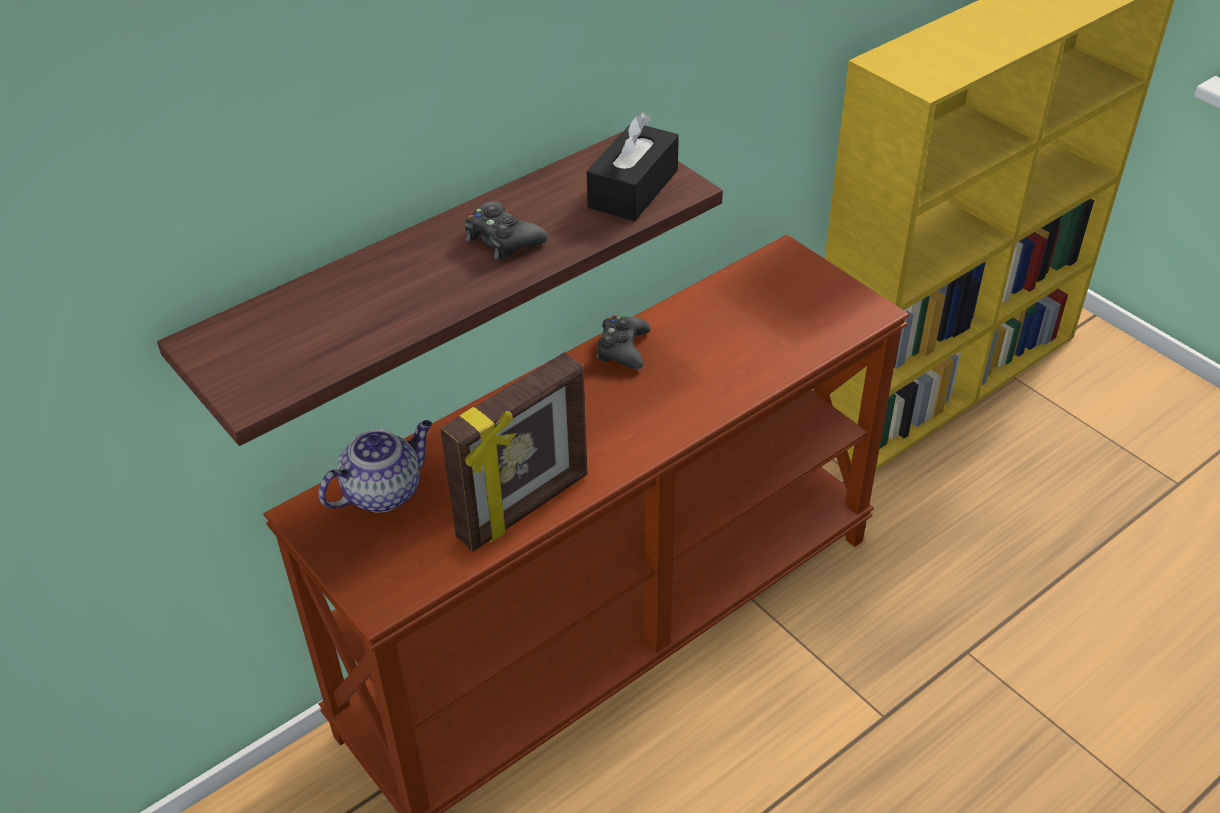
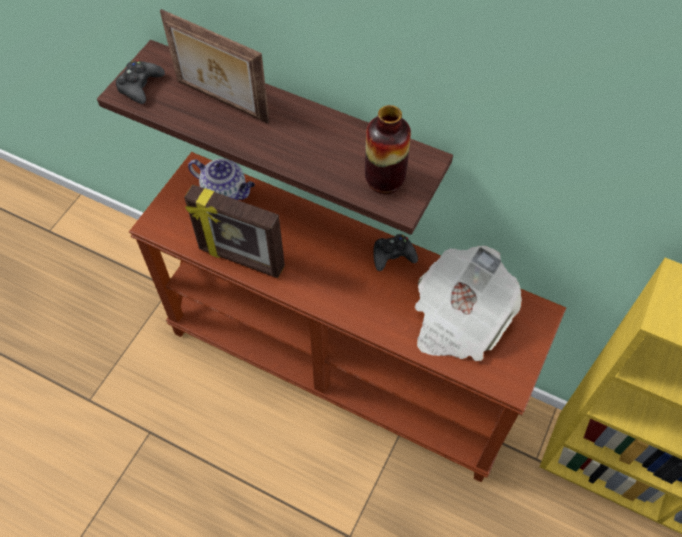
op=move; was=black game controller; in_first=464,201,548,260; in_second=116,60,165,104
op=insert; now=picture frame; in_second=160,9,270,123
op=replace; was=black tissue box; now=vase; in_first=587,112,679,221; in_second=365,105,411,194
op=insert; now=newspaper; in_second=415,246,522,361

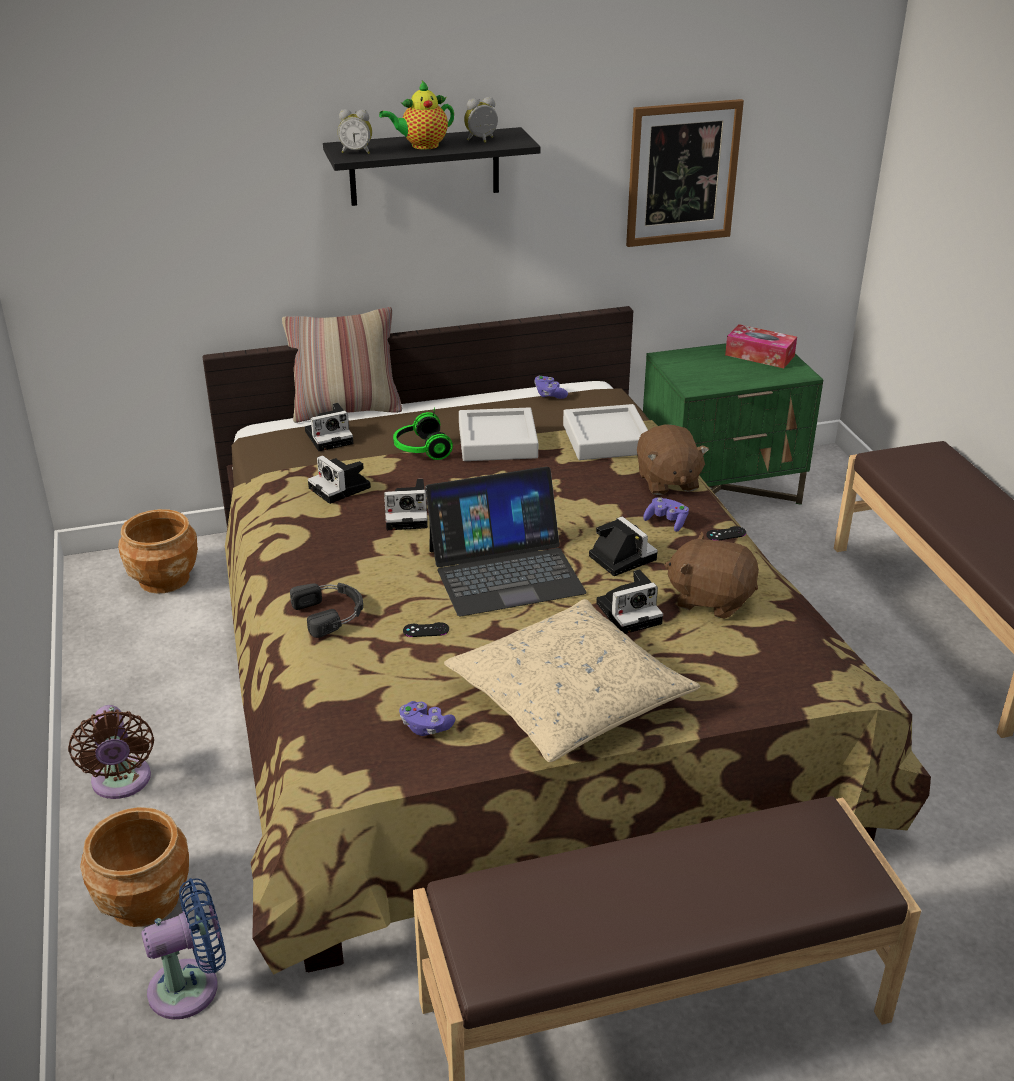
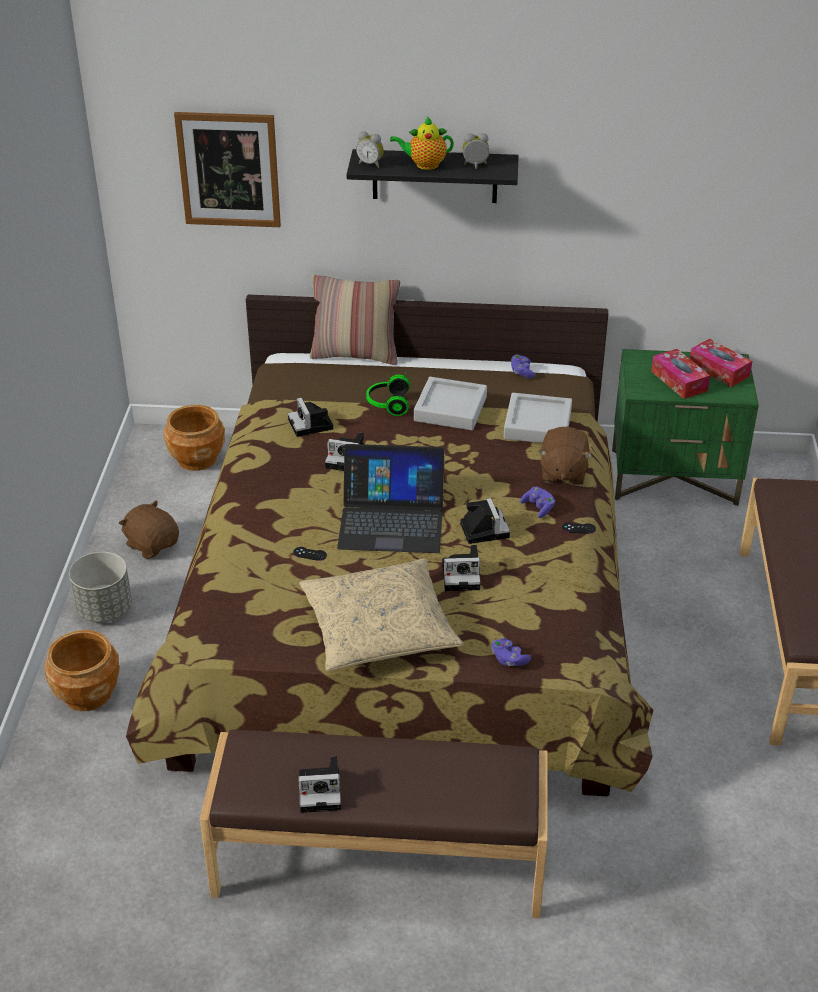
op=replace; was=brown fan; now=grey planter; in_first=68,705,154,799; in_second=69,552,132,623
op=move; was=brown plush toy; in_first=664,532,759,619; in_second=119,500,179,559
op=move; was=picture; in_first=626,99,744,247; in_second=174,112,281,227
op=move; was=photo camera; in_first=305,403,353,451; in_second=298,756,341,813
op=move; was=purple game controller; in_first=399,701,455,736; in_second=491,638,531,666
op=insert; now=tissue box; in_second=651,349,710,399
op=delete; was=blue fan; in_first=141,878,226,1019
op=delete; was=black headphones; in_first=290,583,363,638

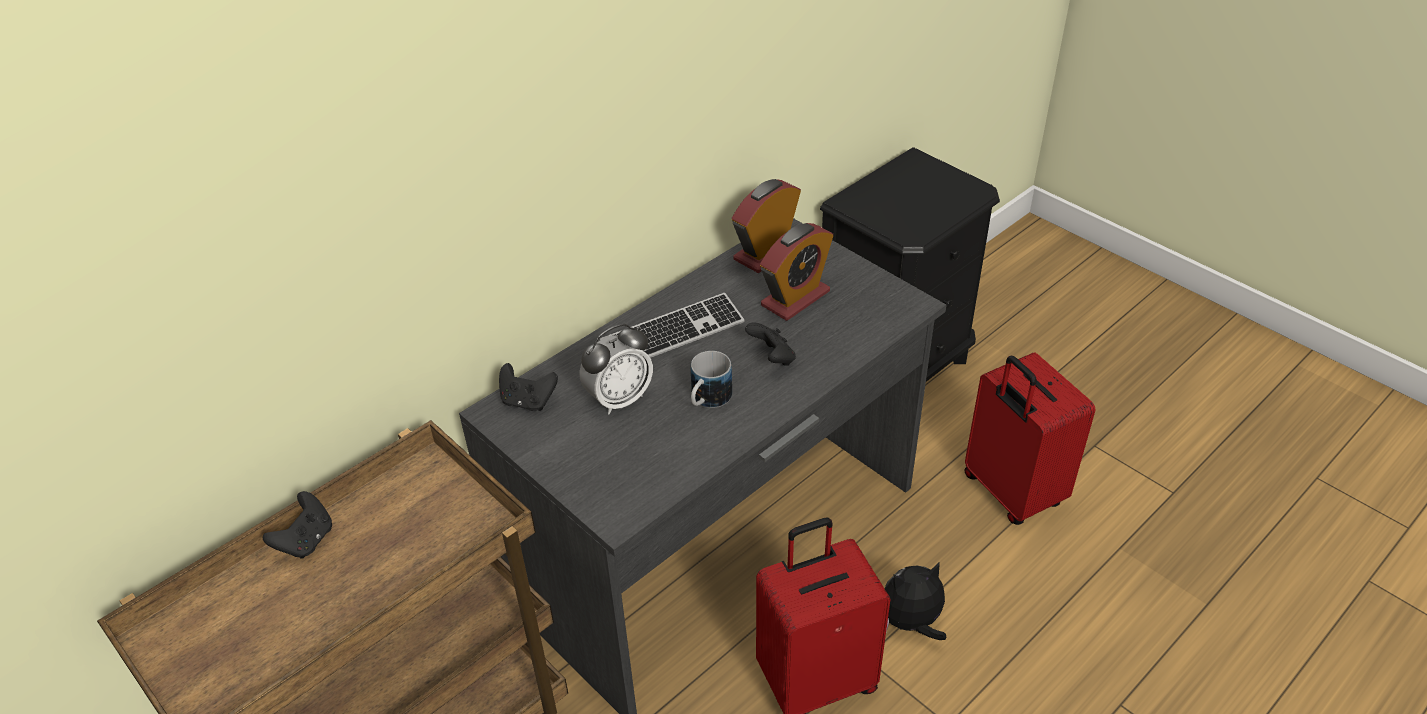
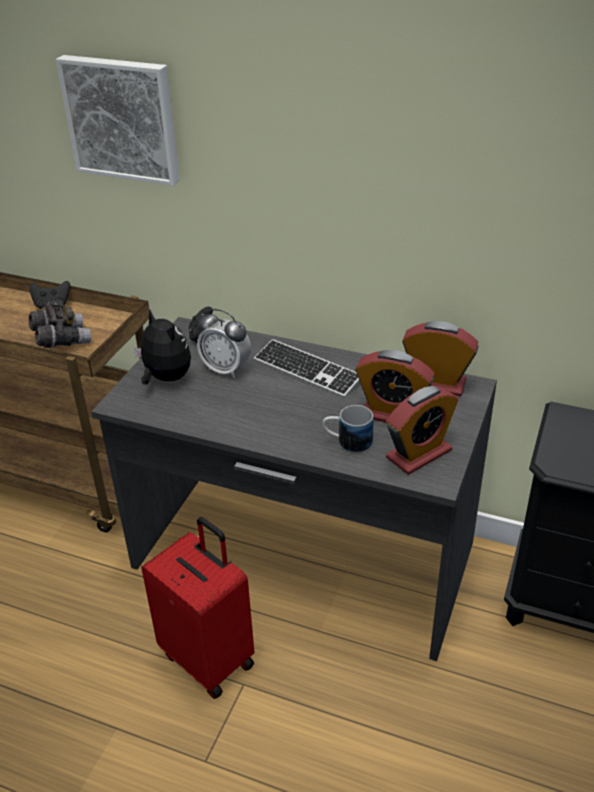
op=insert; now=grey binoculars; in_second=29,300,91,348
op=insert; now=picture; in_second=55,55,180,186
op=move; was=plush toy; in_first=885,562,946,640; in_second=134,310,191,385
op=move; was=mug; in_first=691,351,732,408; in_second=323,405,373,453
op=insert; now=alarm clock; in_second=386,386,459,475
op=delete; was=black game controller; in_first=745,322,796,366
op=delete; was=red suitcase; in_first=964,352,1095,525

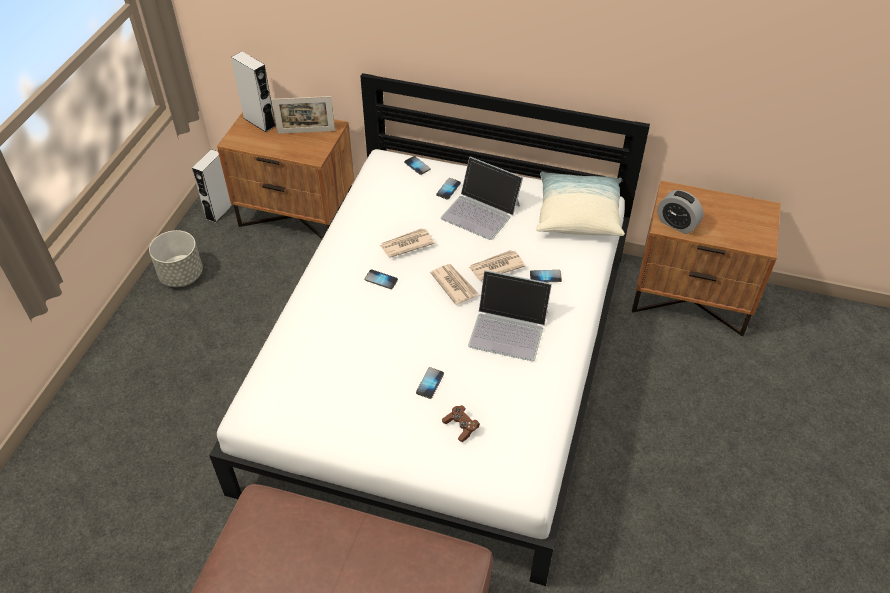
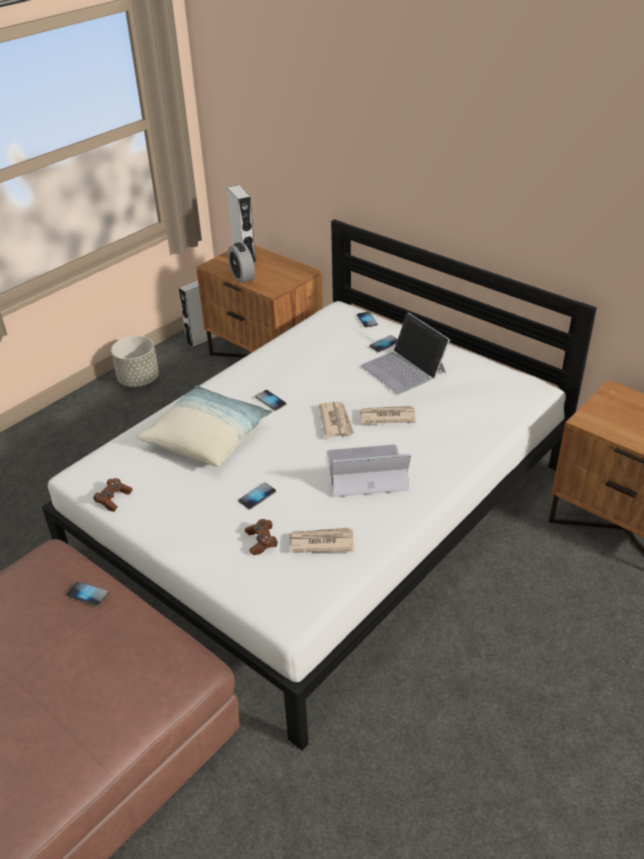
op=move; was=phone; in_first=530,270,562,282; in_second=66,581,109,606
op=insert; now=brown game controller; in_second=93,478,133,512
op=move; was=pillow; in_first=536,172,625,236; in_second=136,385,272,467
op=move; was=alarm clock; in_first=657,190,704,234; in_second=228,243,255,283
op=move; was=newspaper; in_first=380,228,435,258; in_second=289,527,354,553
op=rotate; was=laptop; in_first=468,270,552,361; in_second=327,445,411,497; clockwise=135
op=delete; was=picture frame; in_first=271,96,335,134

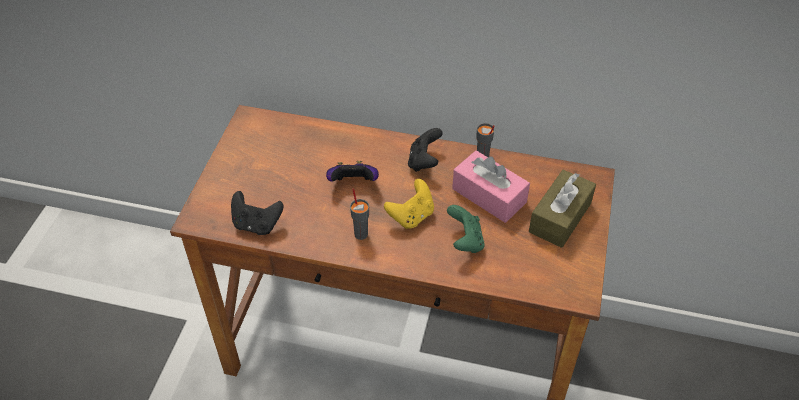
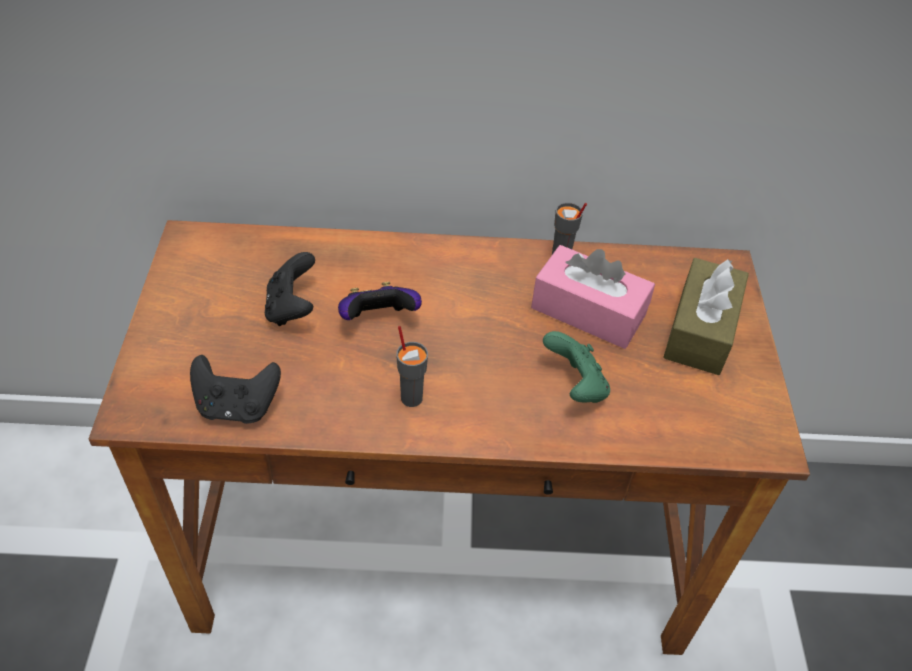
op=move; was=black game controller; in_first=408,128,443,172; in_second=265,252,315,326
op=delete; was=yellow game controller; in_first=384,179,434,229

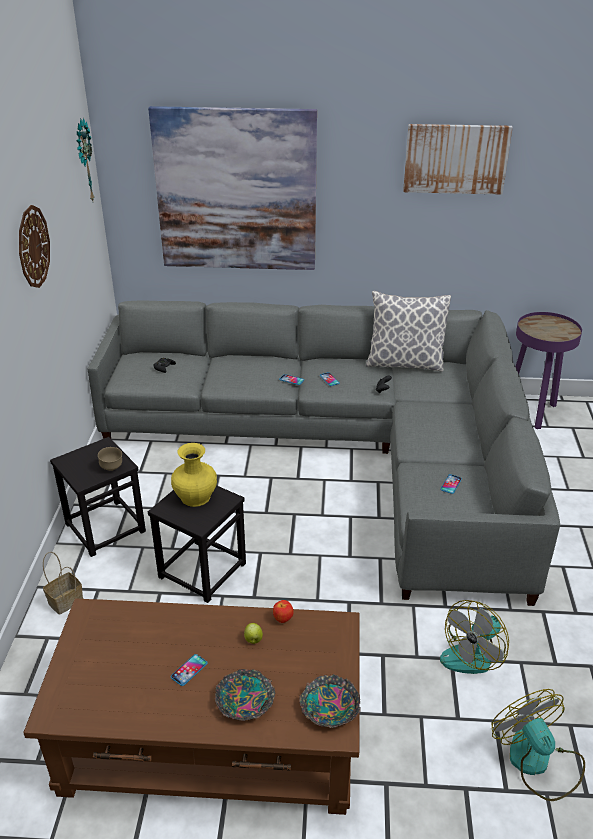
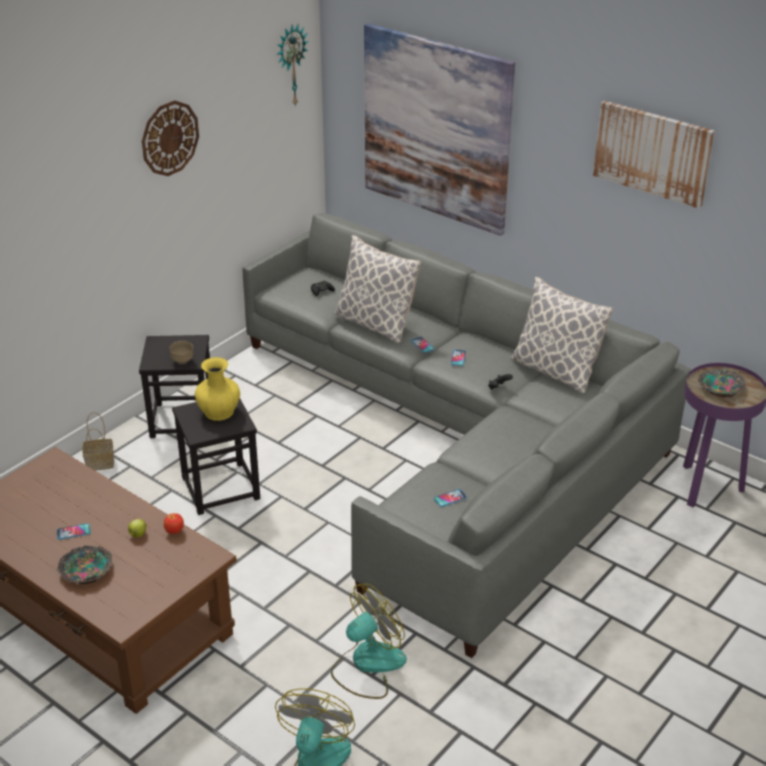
op=rotate; was=fan; in_first=440,600,509,674; in_second=331,584,407,699; clockwise=150
op=insert; now=pillow; in_second=334,235,421,343
op=move; was=bowl; in_first=299,674,361,728; in_second=698,368,746,398

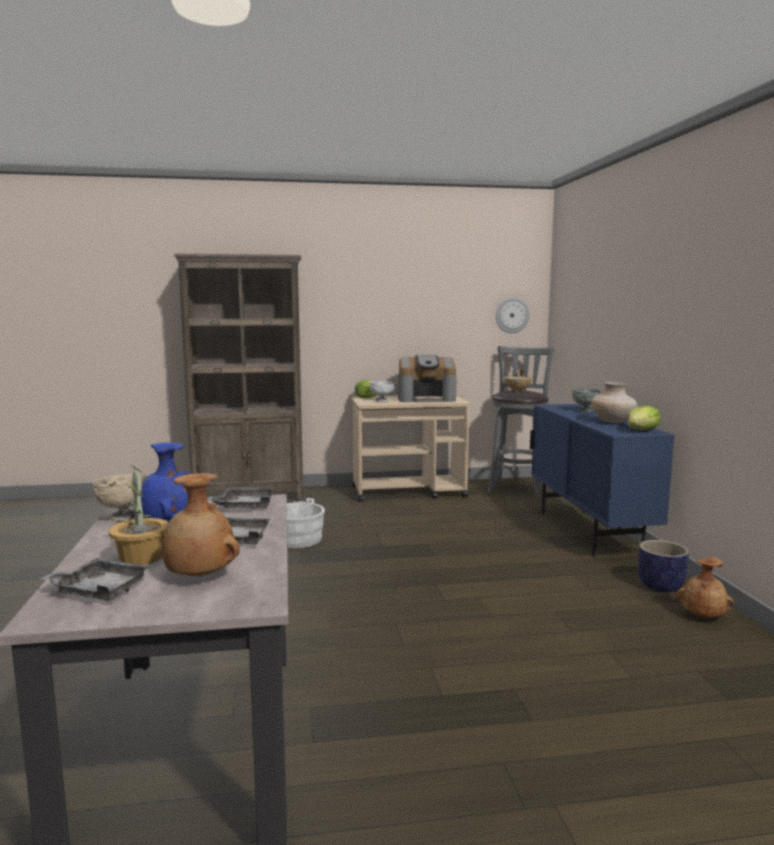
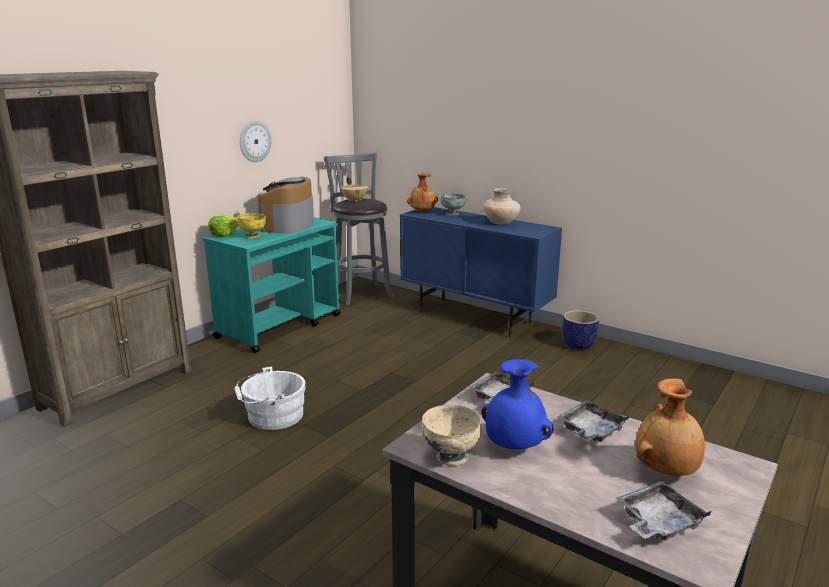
op=recolor; was=beige cart; now=turquoise cart; in_first=351,395,471,502; in_second=203,217,340,353
op=recolor; was=white bowl; now=yellow bowl; in_first=370,381,394,402; in_second=237,213,266,239
op=move; was=wall clock; in_first=496,297,530,333; in_second=240,121,272,162
op=rotate; was=coffee machine; in_first=398,355,457,402; in_second=257,176,314,234; clockwise=150
op=move; was=brown vase; in_first=676,557,734,618; in_second=407,173,438,212
op=delete; was=potted plant; in_first=109,466,169,565
op=delete; was=lettuce; in_first=628,406,661,430

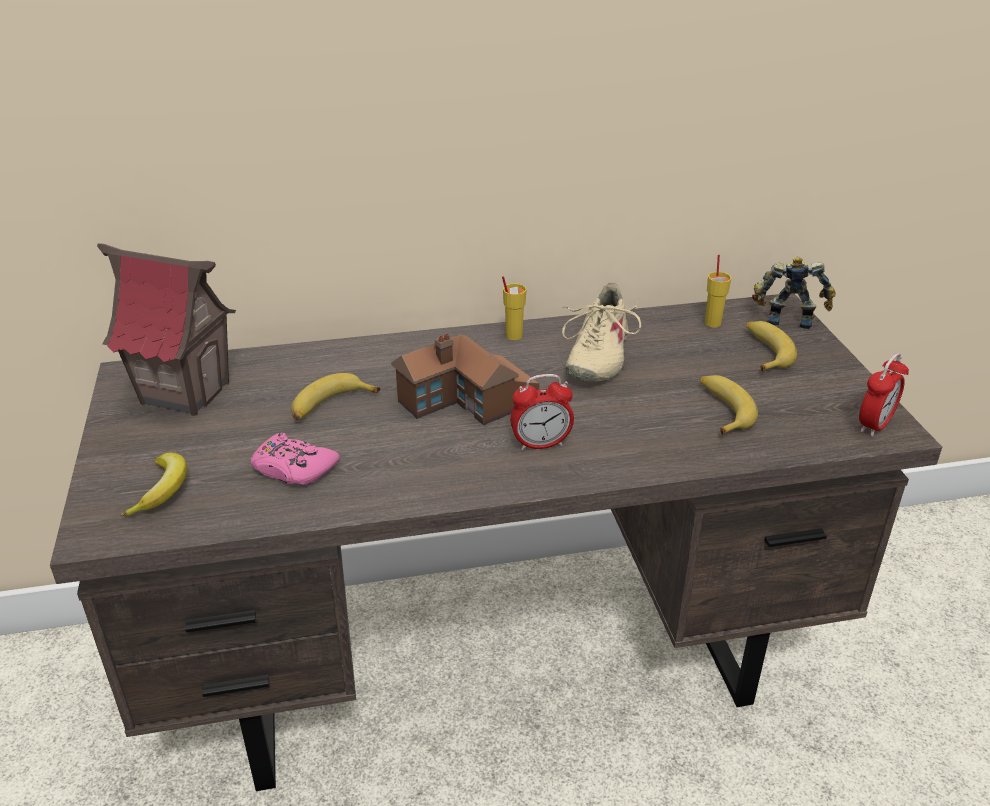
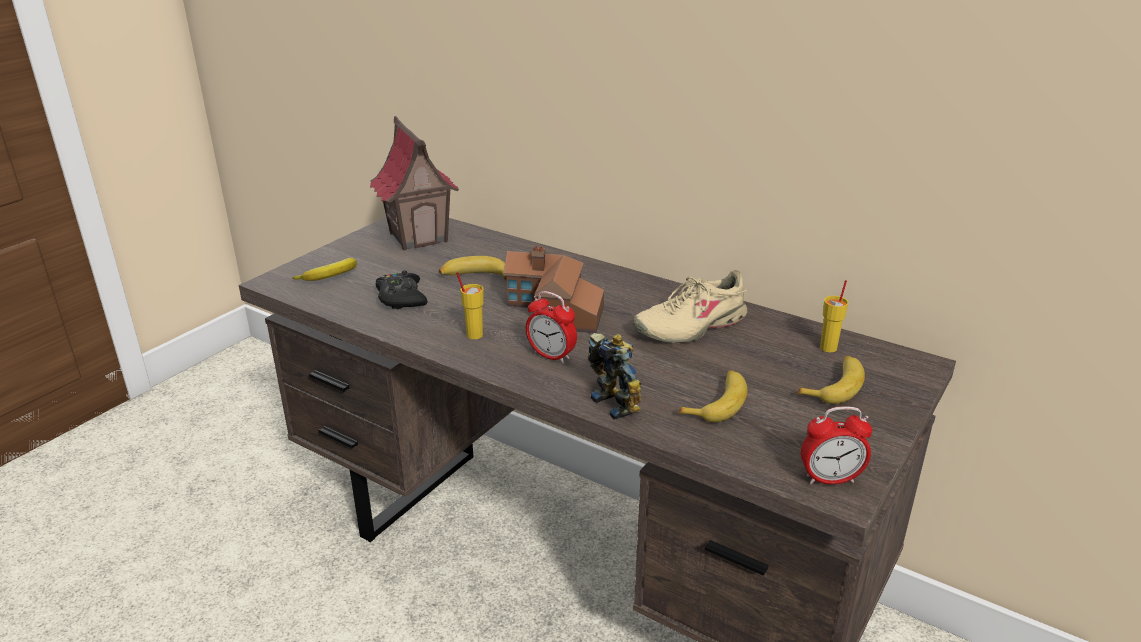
op=recolor; was=pink game controller; now=black game controller; in_first=251,433,340,485; in_second=376,270,428,309
op=move; was=yellow cup; in_first=502,276,527,340; in_second=456,272,484,339
op=move; was=toy robot; in_first=752,256,836,329; in_second=587,333,642,420

